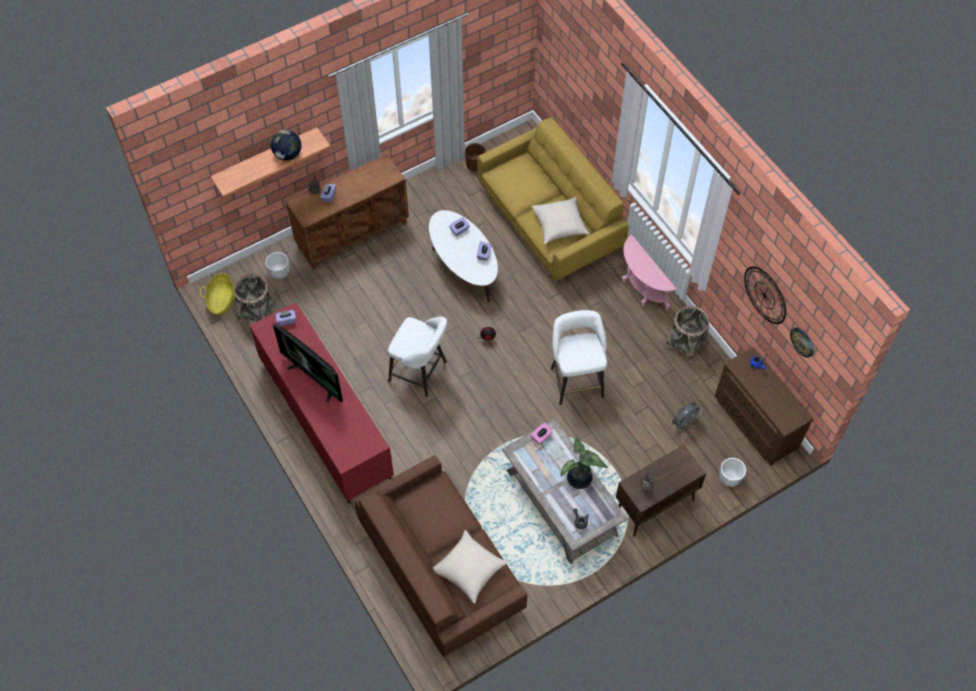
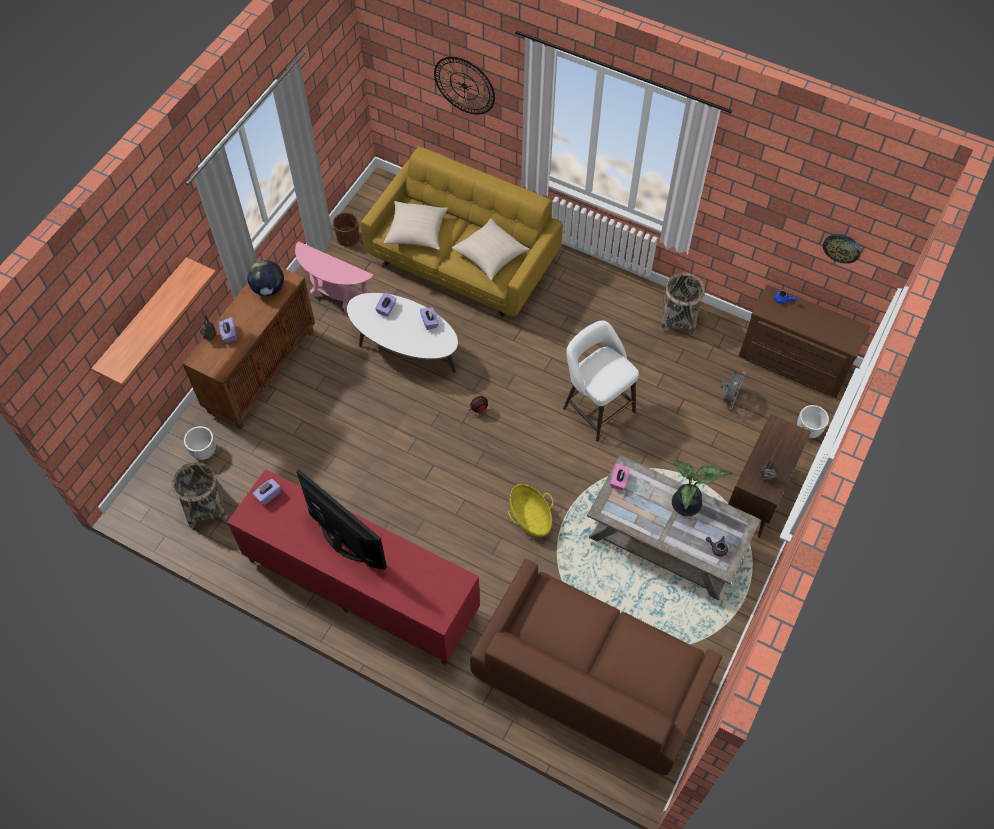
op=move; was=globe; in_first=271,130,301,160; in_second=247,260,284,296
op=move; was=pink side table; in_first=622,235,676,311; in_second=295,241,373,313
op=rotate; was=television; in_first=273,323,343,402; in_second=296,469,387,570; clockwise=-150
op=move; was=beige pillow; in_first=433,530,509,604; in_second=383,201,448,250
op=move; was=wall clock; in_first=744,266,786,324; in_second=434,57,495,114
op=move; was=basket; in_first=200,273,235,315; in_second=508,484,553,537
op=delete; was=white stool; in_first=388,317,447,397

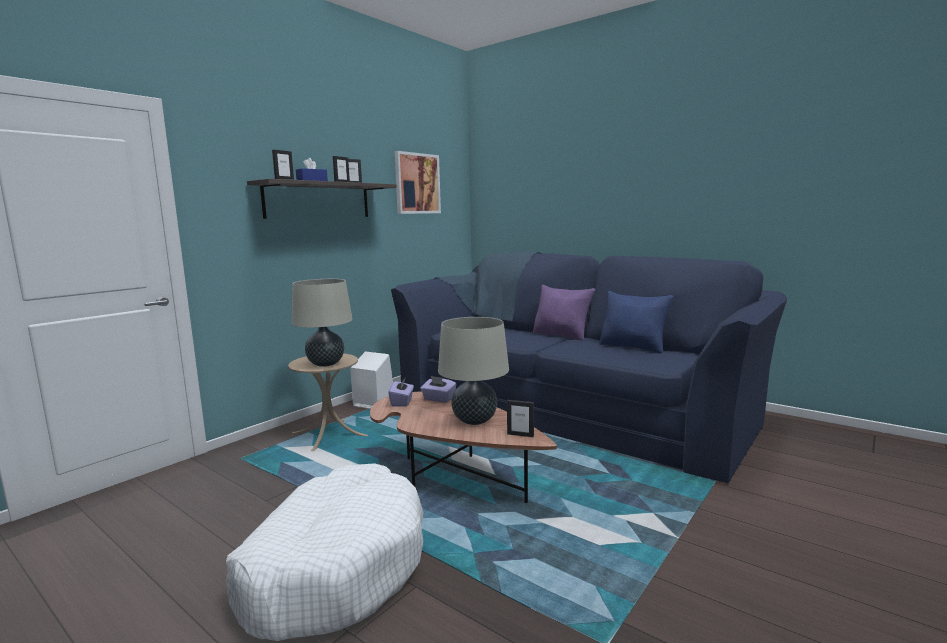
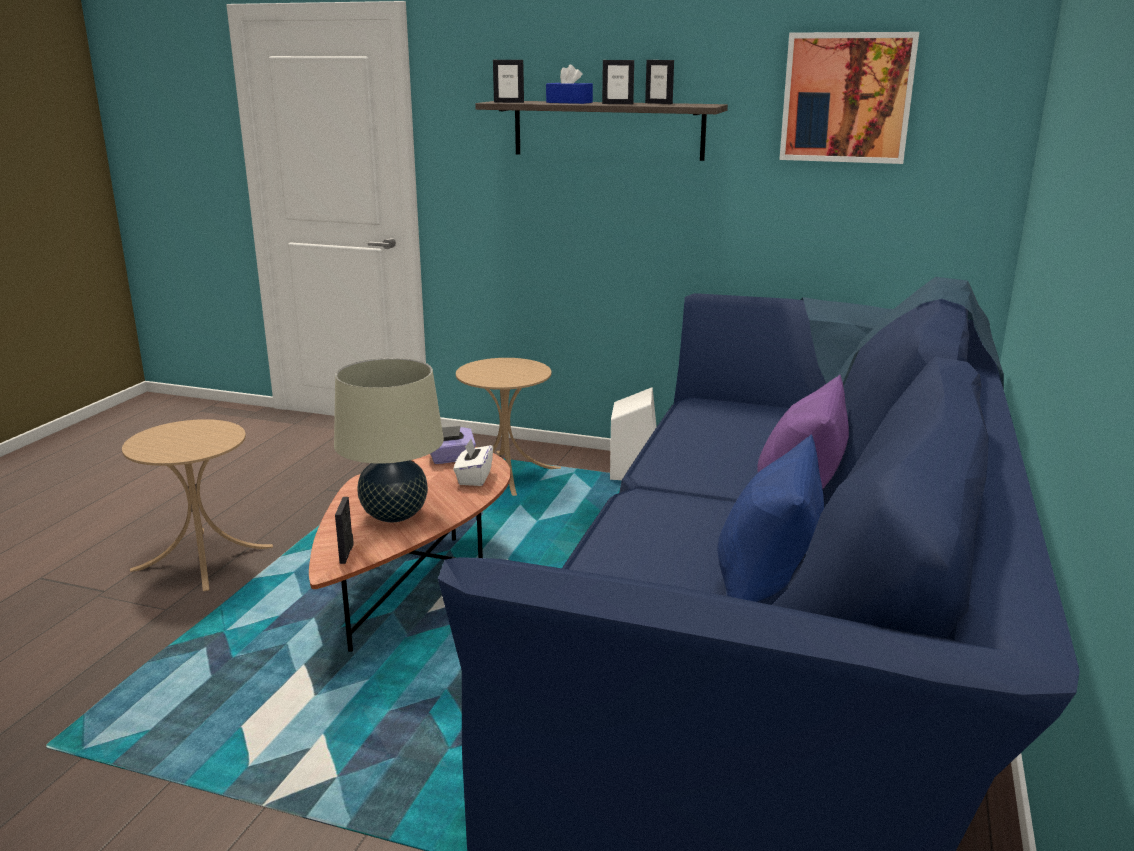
op=replace; was=white dog bed; now=beige side table; in_first=226,463,424,641; in_second=122,419,273,591
op=recolor; was=purple tissue box; now=white tissue box; in_first=421,376,457,403; in_second=454,439,493,486
op=delete; was=beige table lamp; in_first=292,279,353,367

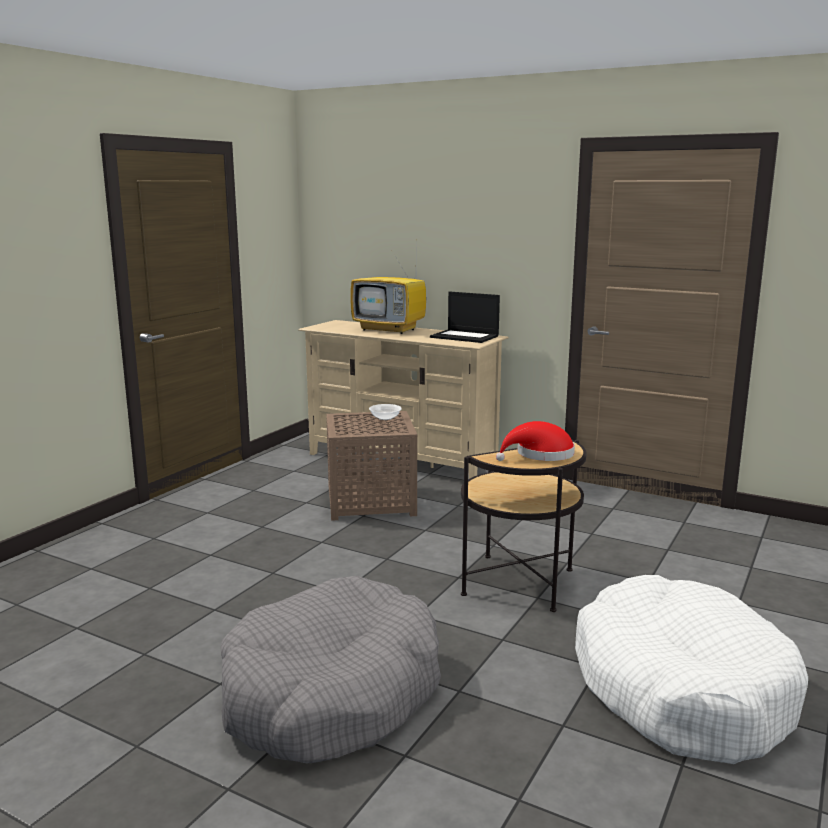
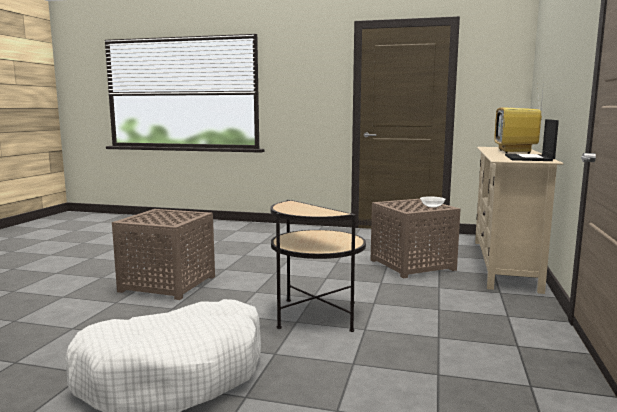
op=replace; was=grey dog bed; now=brown side table; in_first=221,576,441,763; in_second=112,209,215,300
op=delete; was=red hat; in_first=496,421,575,461

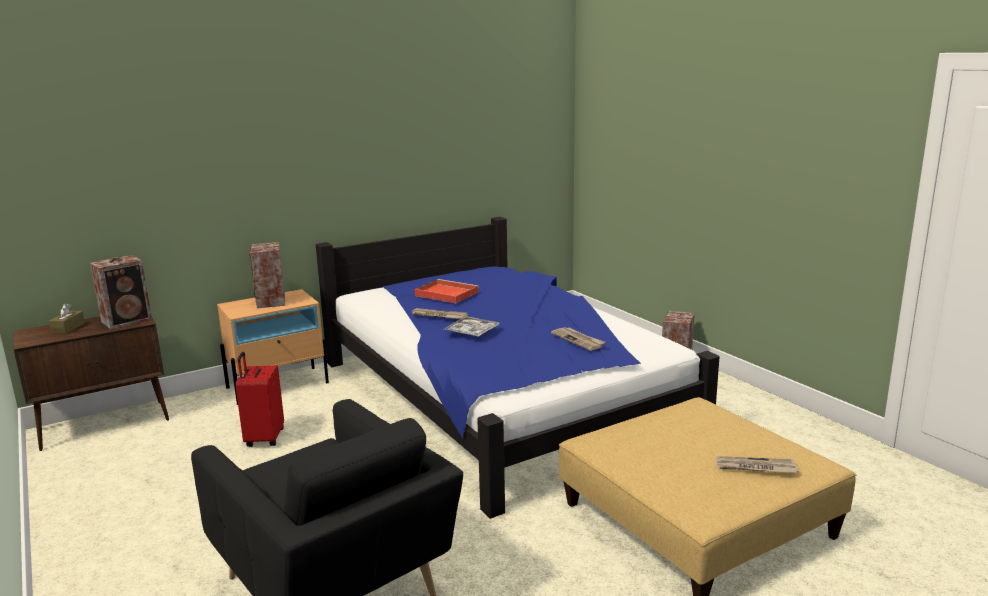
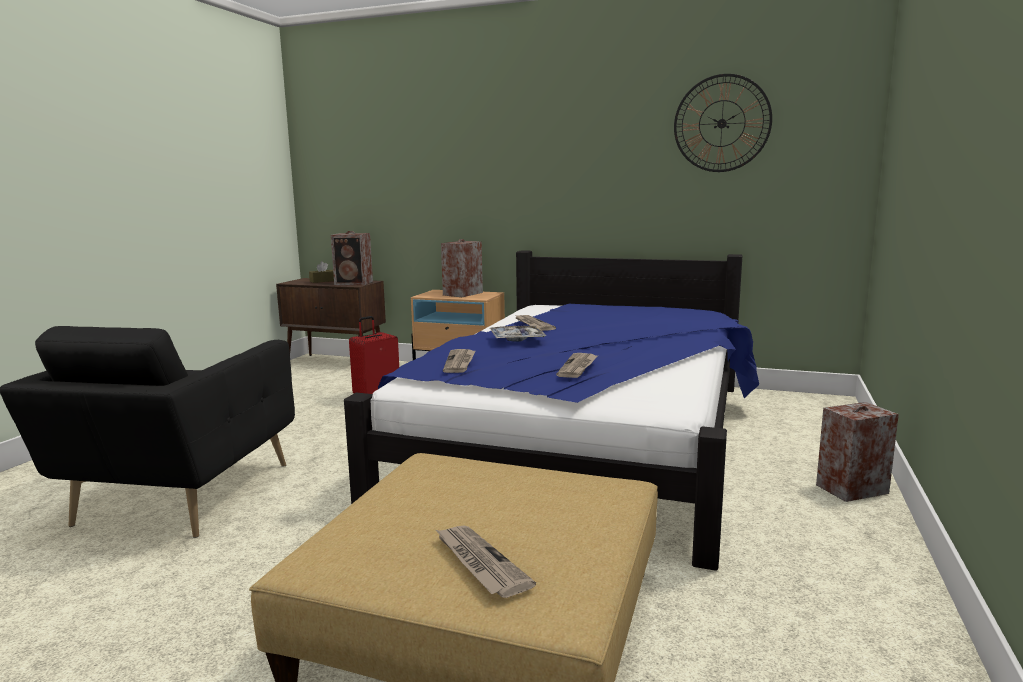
op=insert; now=newspaper; in_second=443,349,475,373
op=insert; now=wall clock; in_second=674,74,772,172
op=delete; was=red tray; in_first=415,279,479,303

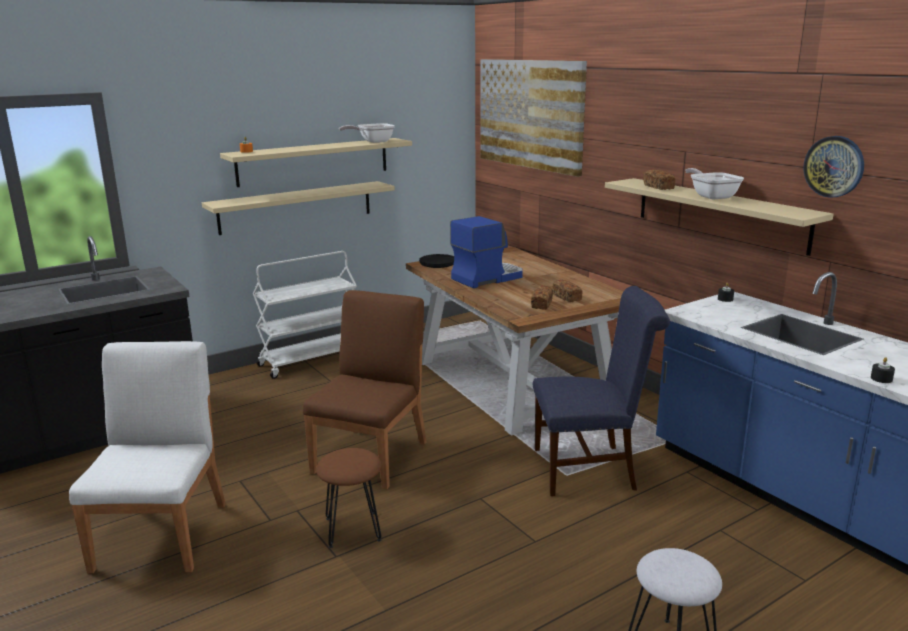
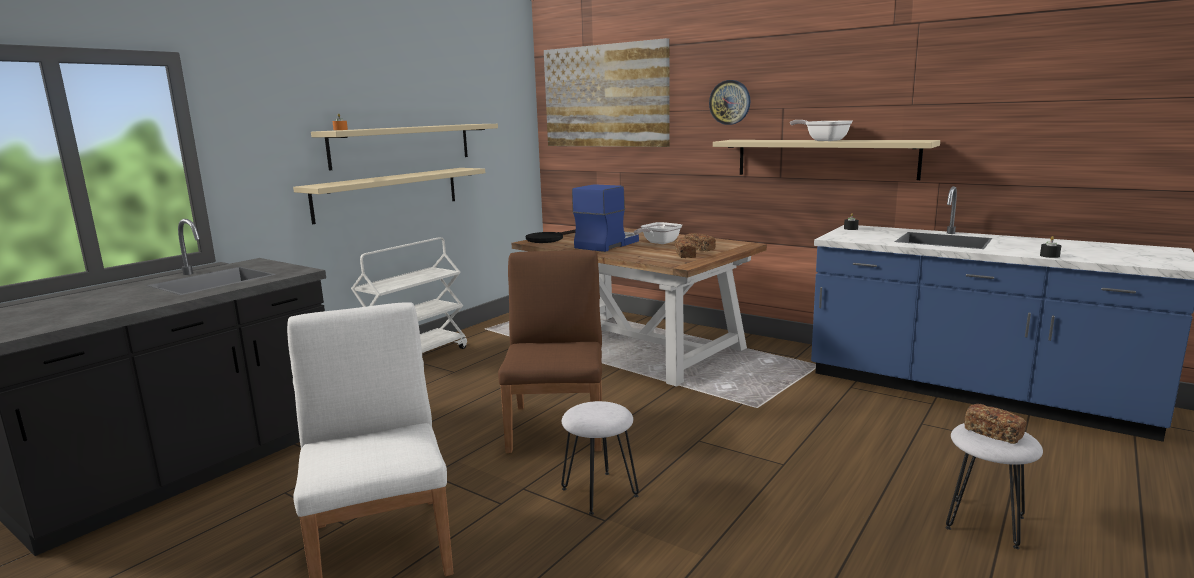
op=recolor; was=brown stool; now=white stool; in_first=316,448,382,548; in_second=561,401,639,515
op=move; was=frying pan; in_first=339,123,395,143; in_second=634,222,682,244
op=move; was=wall clock; in_first=803,136,864,198; in_second=709,80,750,125
op=move; was=bread; in_first=644,169,676,190; in_second=964,404,1027,444
op=delete; was=blue chair; in_first=533,286,670,496

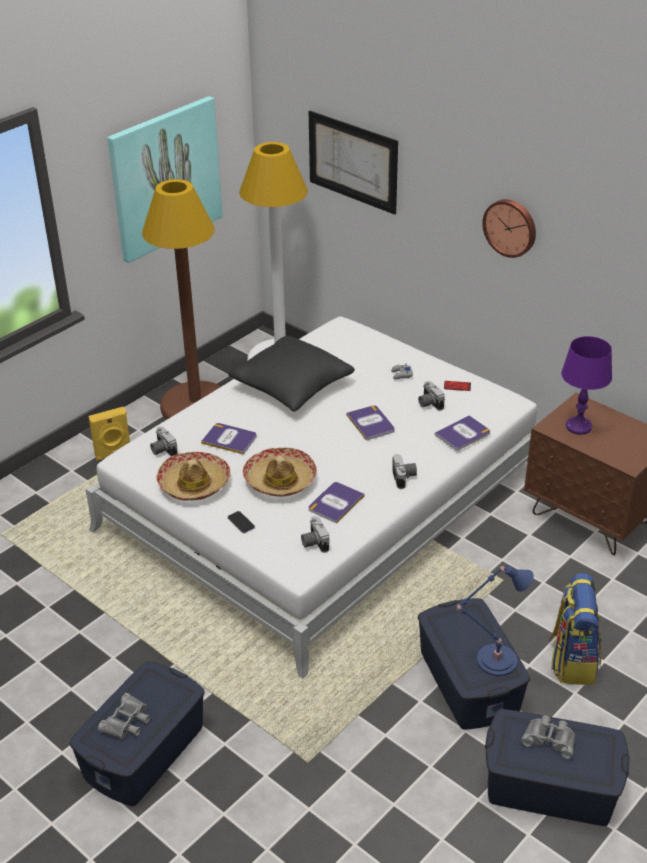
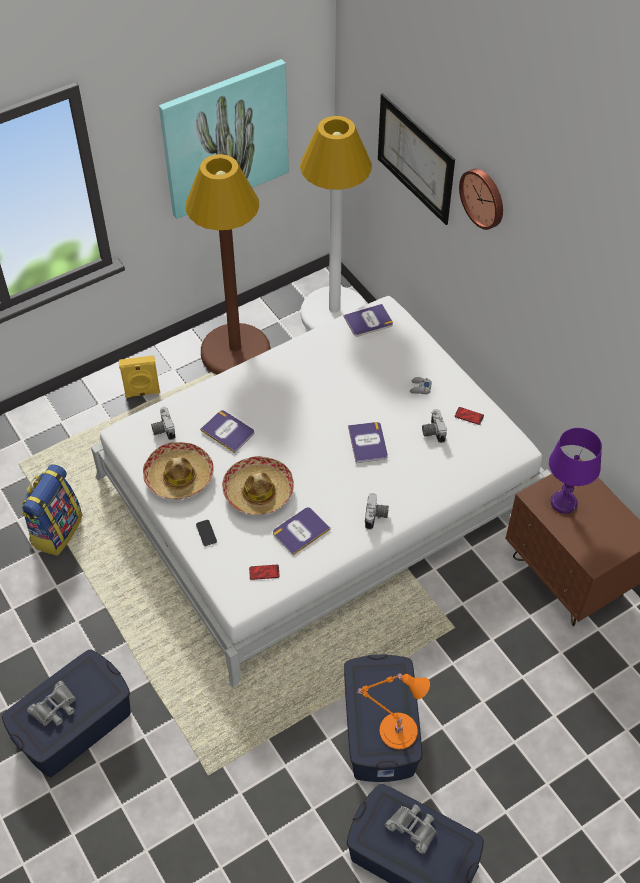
op=move; was=backpack; in_first=549,573,602,685; in_second=21,464,82,556
op=replace; was=photo camera; now=phone; in_first=301,516,330,553; in_second=249,565,280,580
op=move; was=book; in_first=435,415,490,450; in_second=344,304,393,337
op=recolor; was=blue table lamp; now=orange table lamp; in_first=456,565,534,676; in_second=356,674,430,749
op=move; was=wall clock; in_first=482,199,536,258; in_second=459,169,503,230
op=delete; was=black pillow; in_first=228,336,355,412

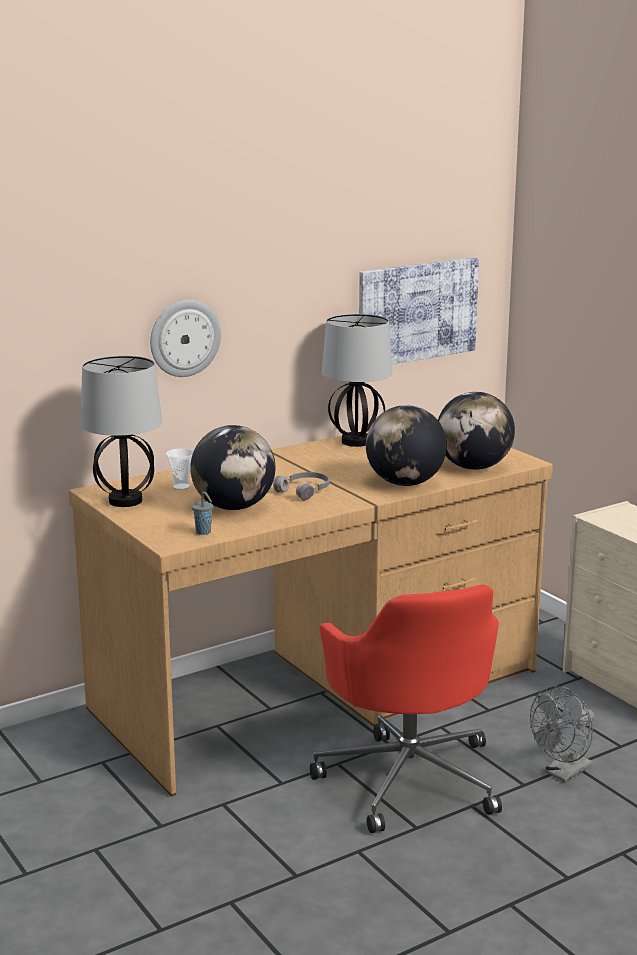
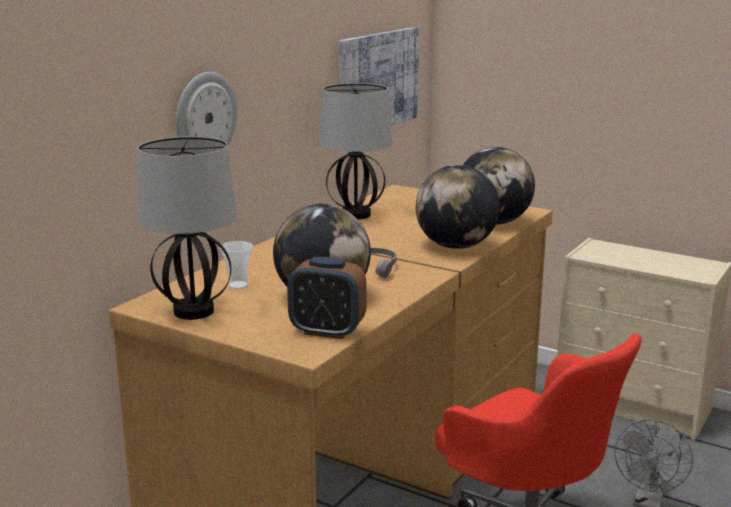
op=replace; was=grey cup; now=alarm clock; in_first=192,491,213,535; in_second=287,257,367,339

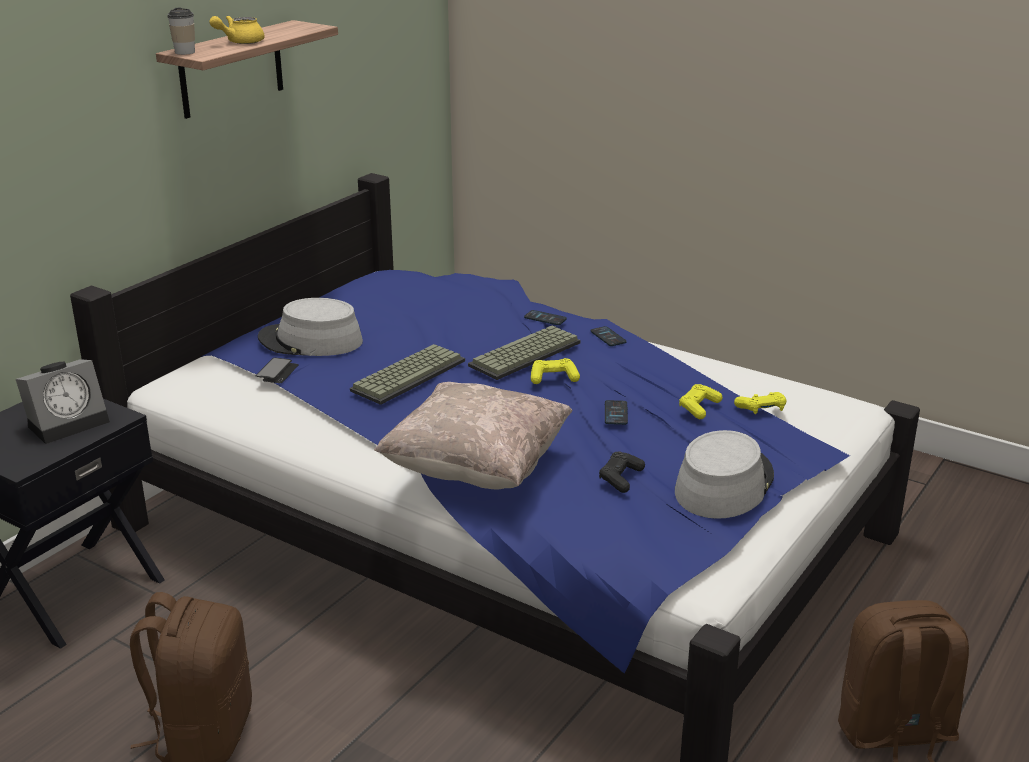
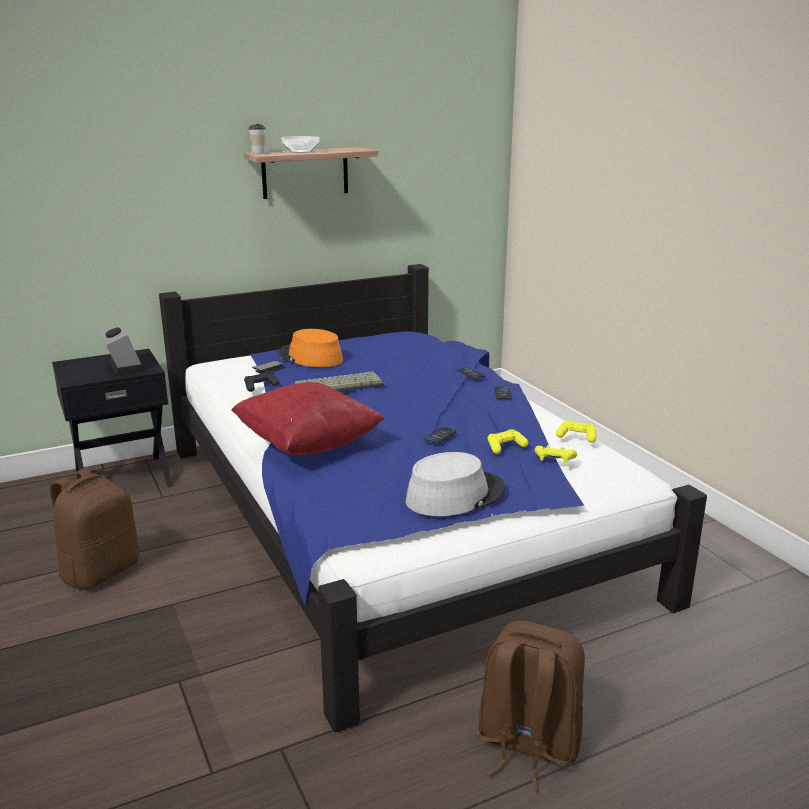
op=rotate; was=alarm clock; in_first=16,359,110,444; in_second=101,324,144,376; clockwise=-105
op=recolor; was=beige pillow; now=red pillow; in_first=374,382,573,490; in_second=231,382,384,455
op=move; was=black game controller; in_first=599,452,645,493; in_second=244,372,279,392
op=recolor; was=grey hat; now=orange hat; in_first=258,298,363,356; in_second=279,329,343,367
op=replace; was=yellow teapot; now=bowl; in_first=210,16,265,44; in_second=281,136,320,153
op=move; was=yellow game controller; in_first=531,358,580,384; in_second=556,420,596,443
op=delete; was=keyboard; in_first=468,325,580,380

